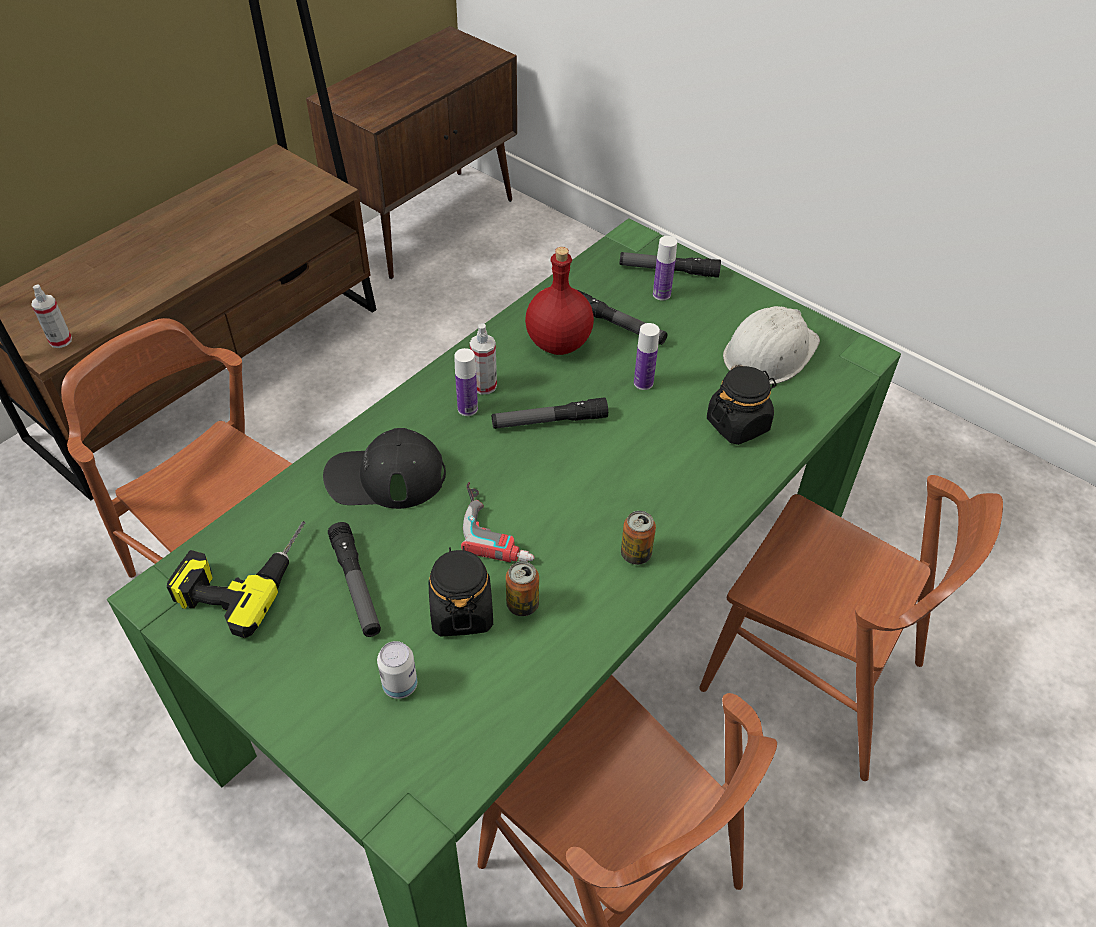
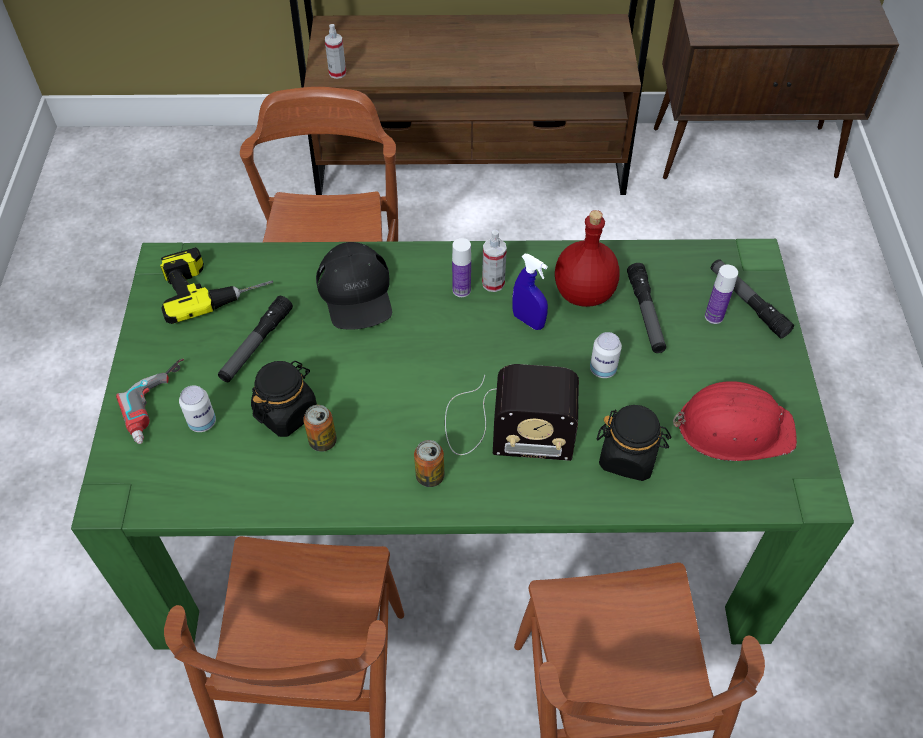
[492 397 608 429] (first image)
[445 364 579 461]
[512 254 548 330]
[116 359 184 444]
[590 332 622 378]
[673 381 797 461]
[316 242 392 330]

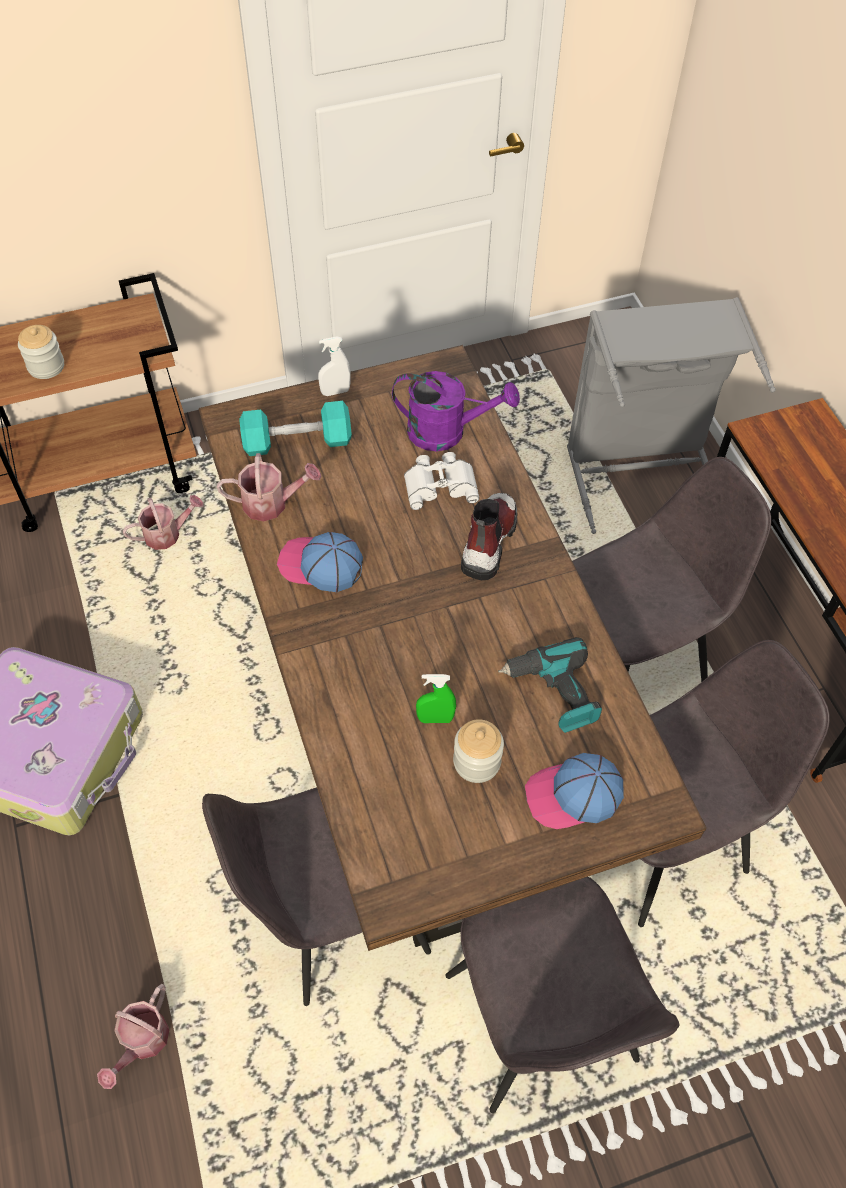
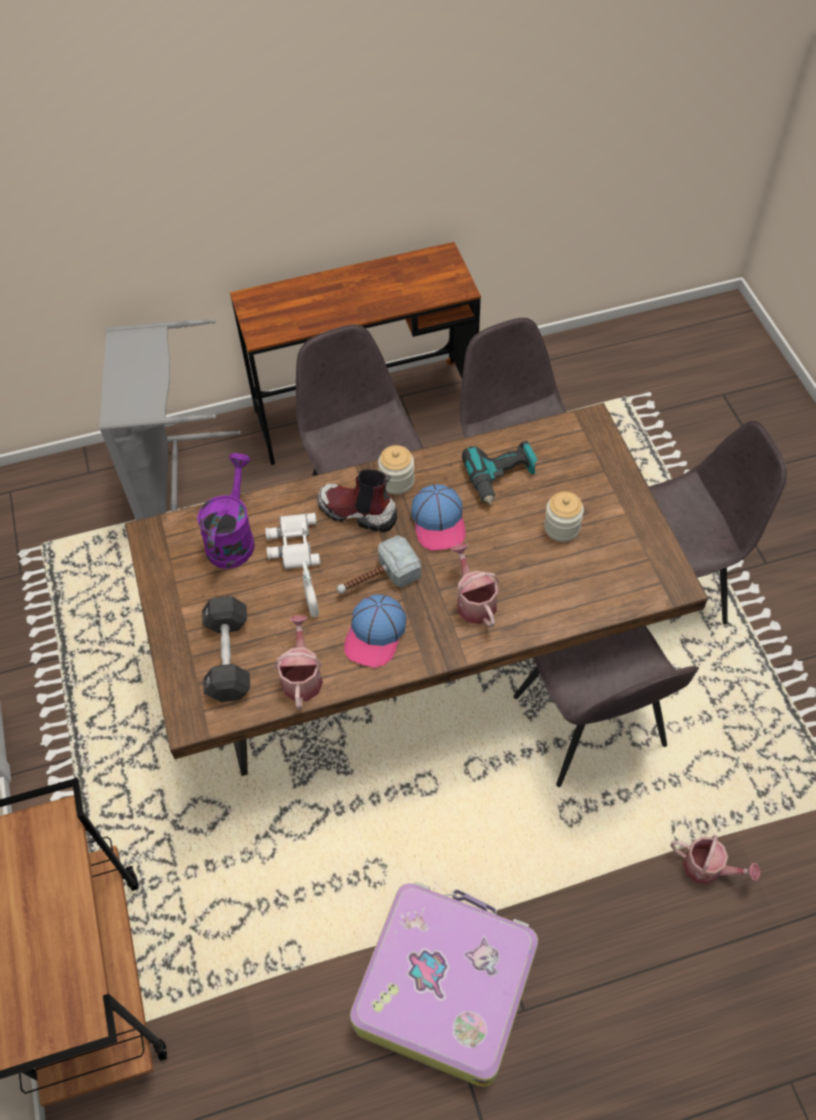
[416 674 456 723] (first image)
[337 535 421 593]
[378 445 415 495]
[451 544 499 627]
[302 562 319 617]
[411 484 466 551]
[202 596 250 702]

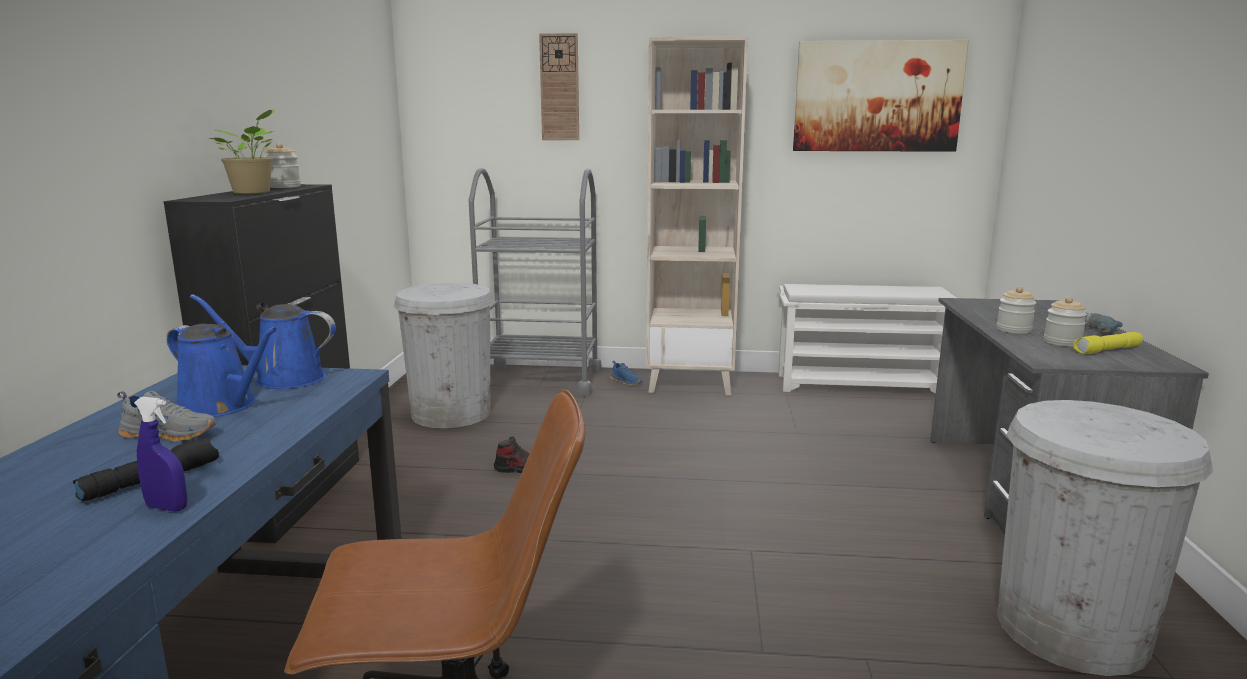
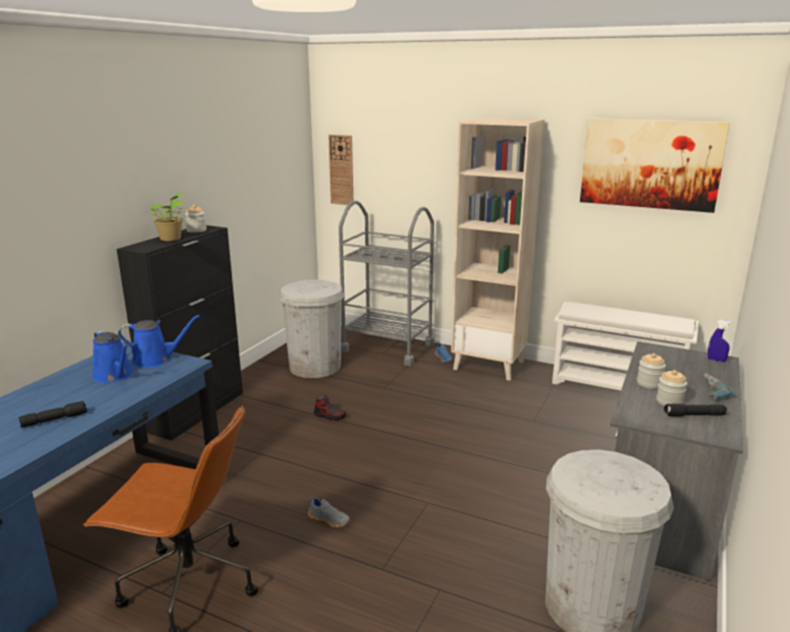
[308 496 350 528]
[708 320 732 362]
[328 135 353 206]
[664 403 727 417]
[118 315 200 368]

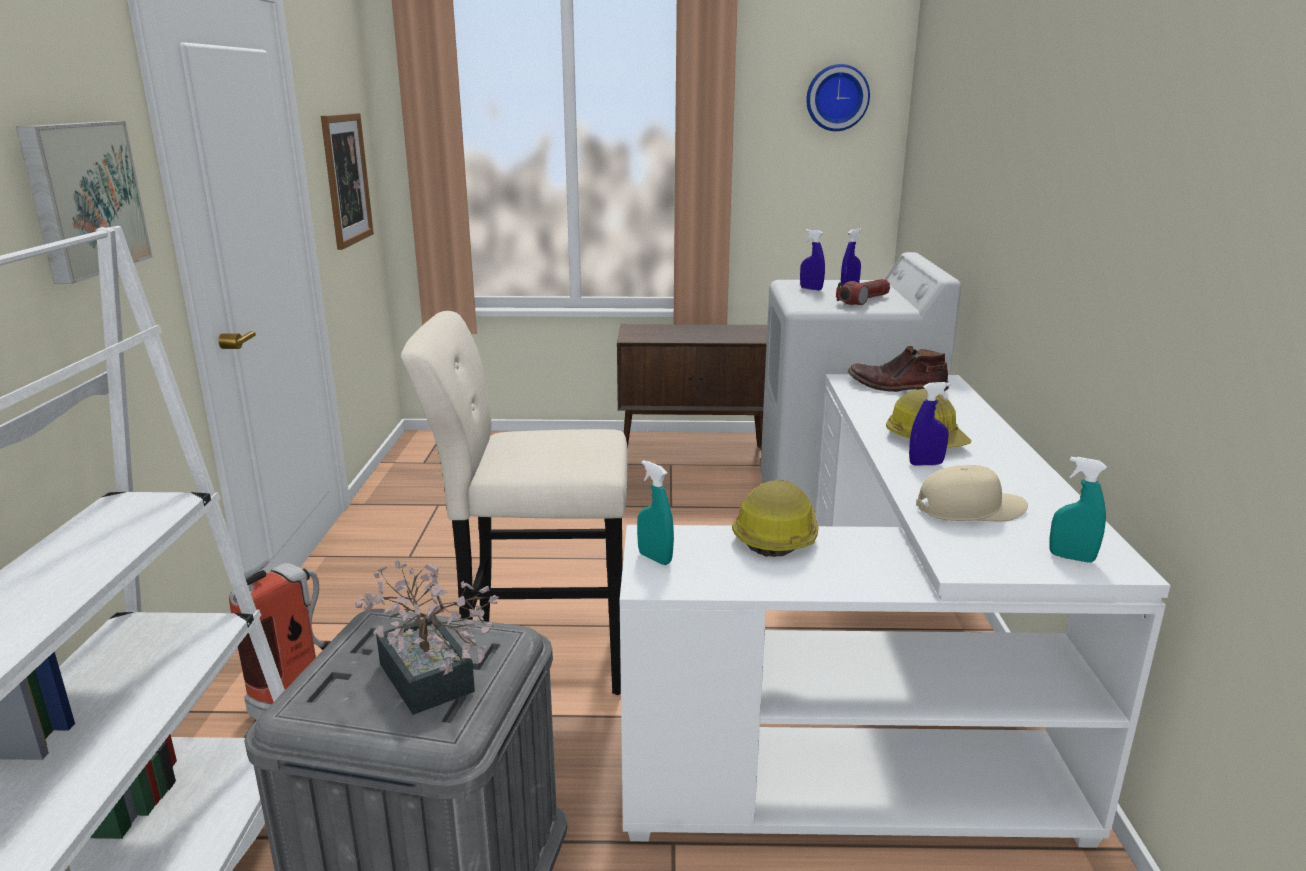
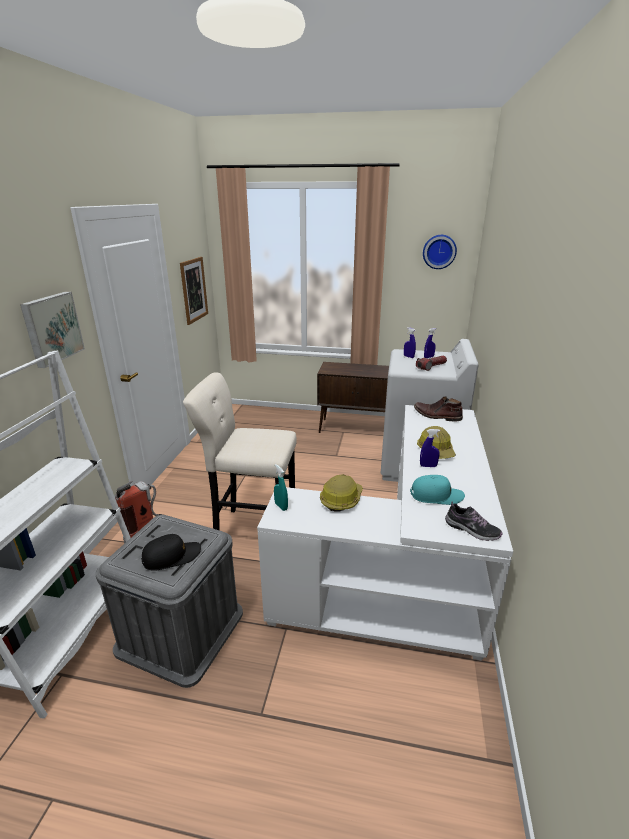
[141 534 201 571]
[445 501 502 541]
[410 475 465 505]

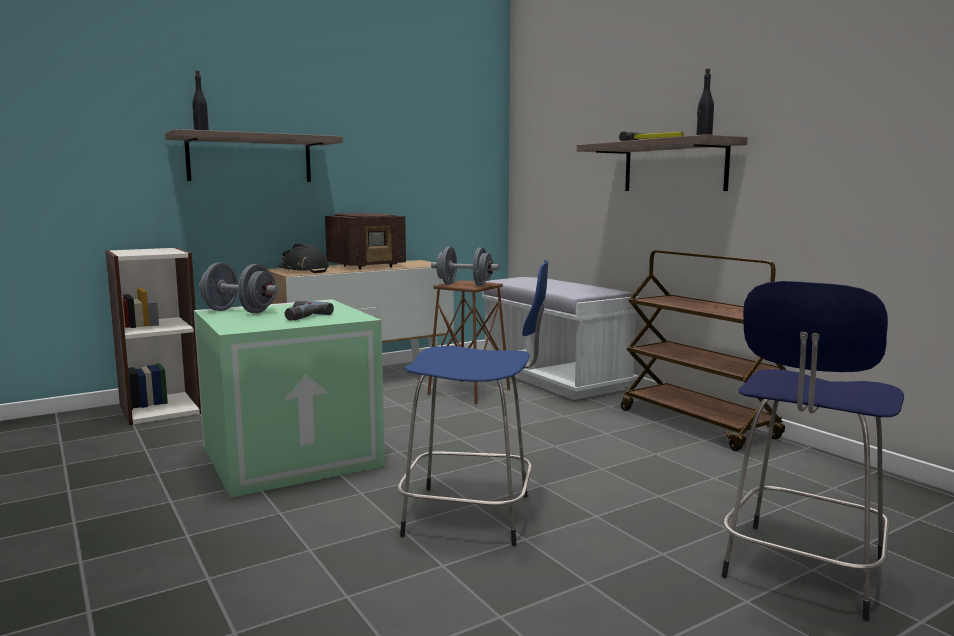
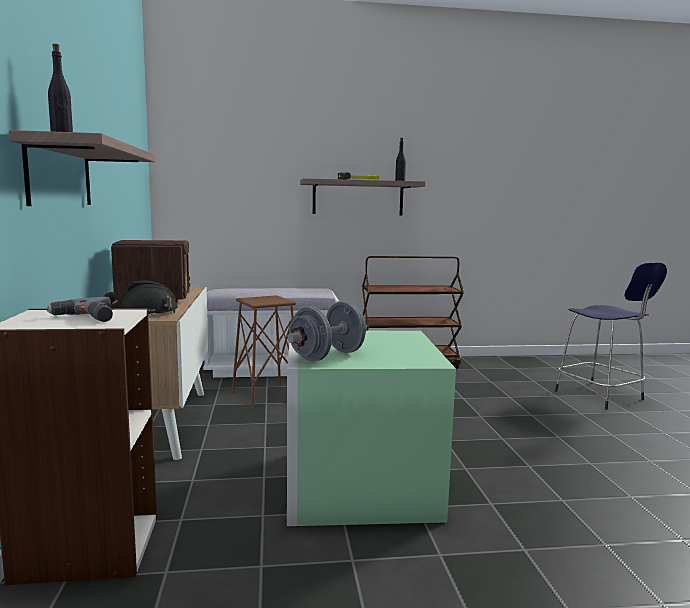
[397 260 548 546] (first image)
[431 247 499 286] (first image)
[46 297 113 322]

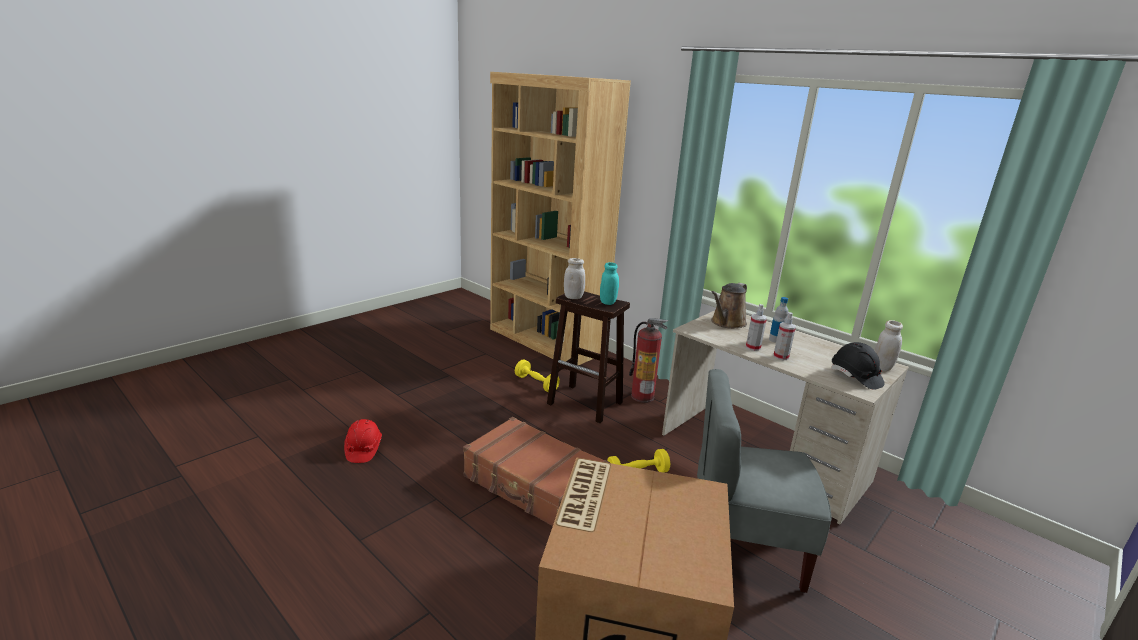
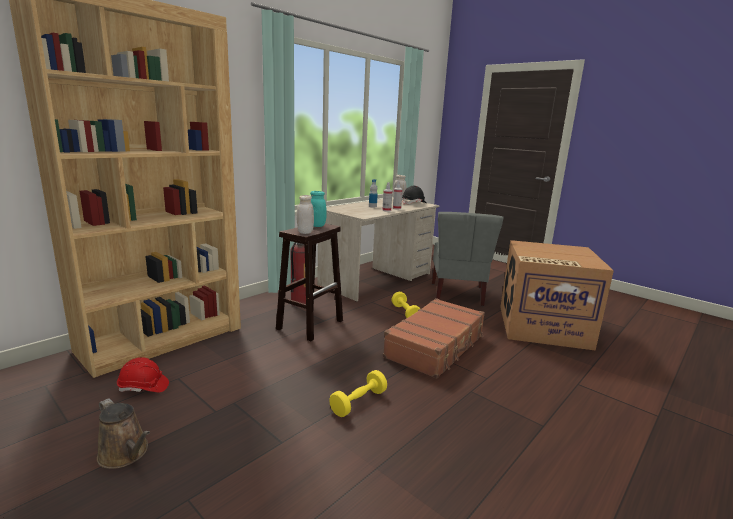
[117 357 169 392]
[329 370 387 417]
[97 398 150 469]

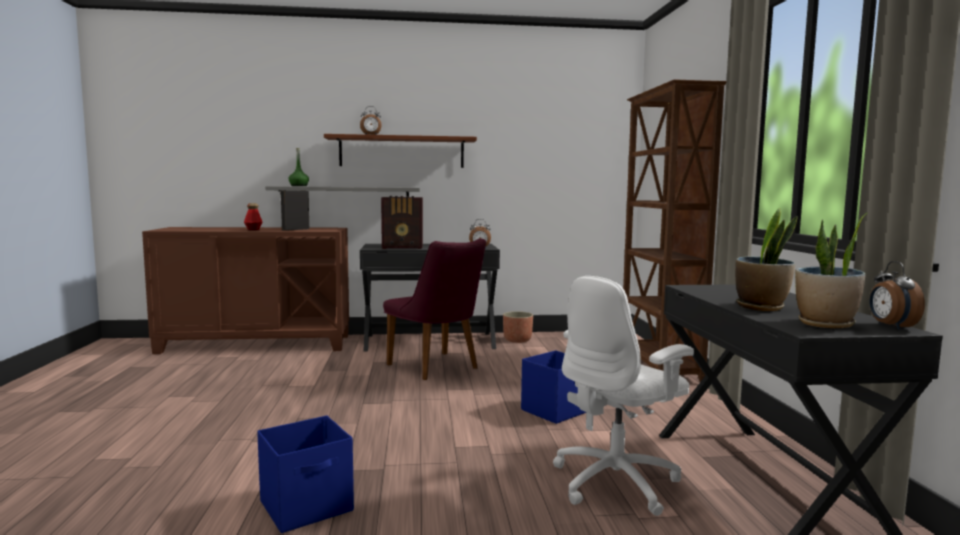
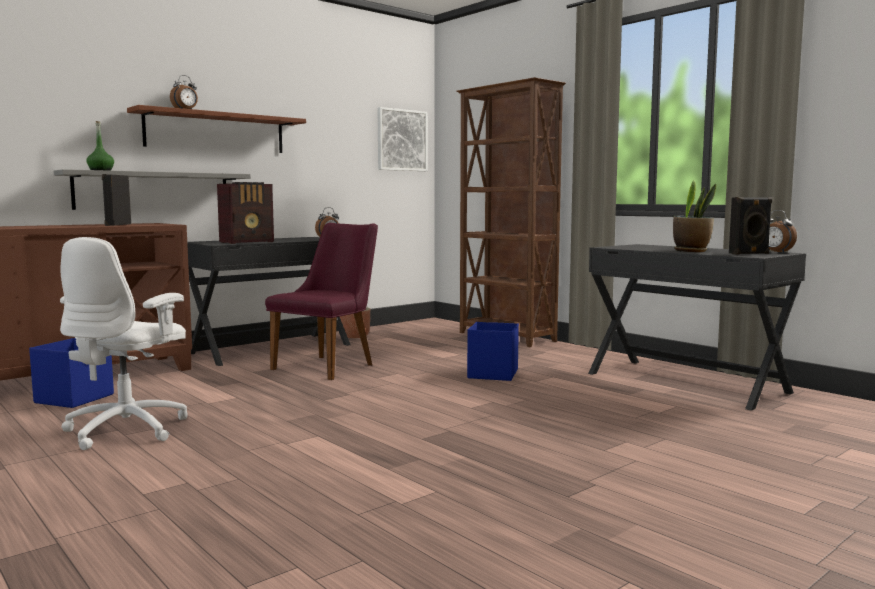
[244 203 262 230] (first image)
[378 107 427 171]
[29 338 114 408]
[60 237 188 450]
[729 197 772 255]
[265 223 378 380]

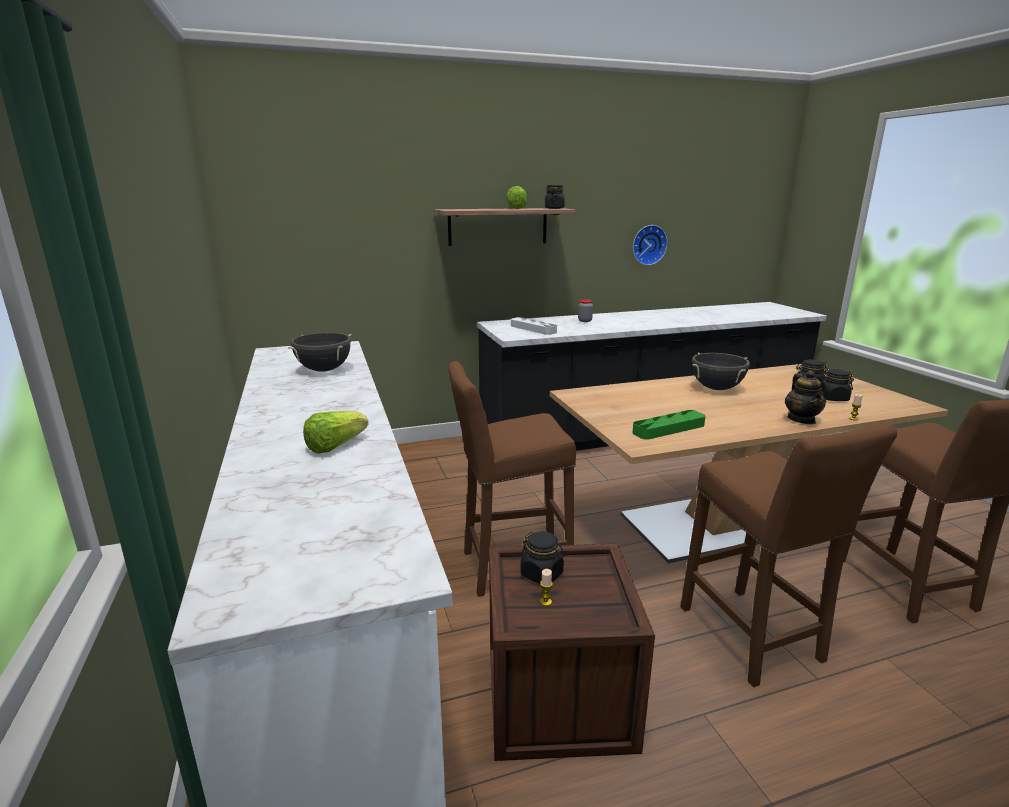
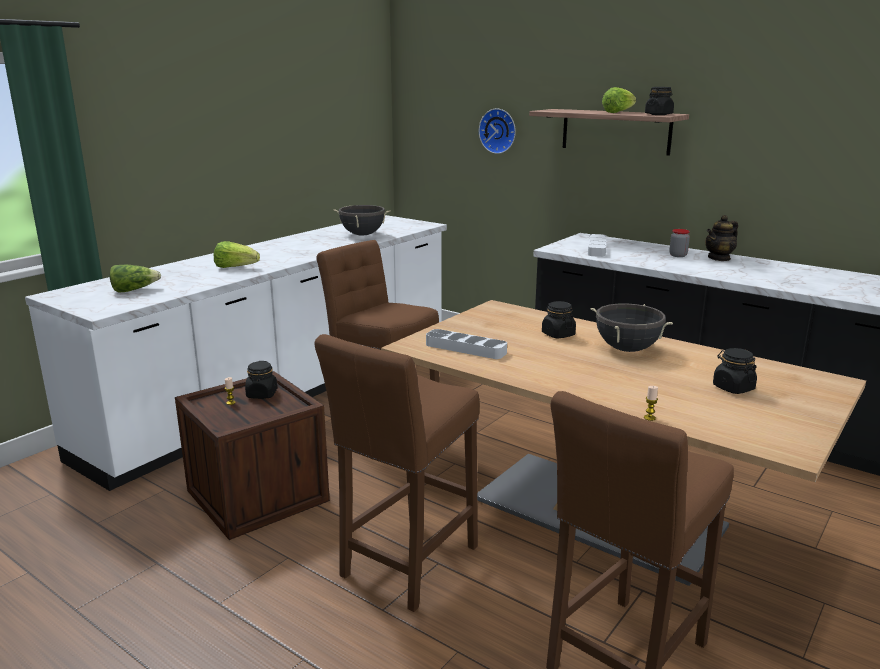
[110 265 161 292]
[479 109 516 154]
[705 215 738 261]
[542 301 576 338]
[426 329 507 359]

